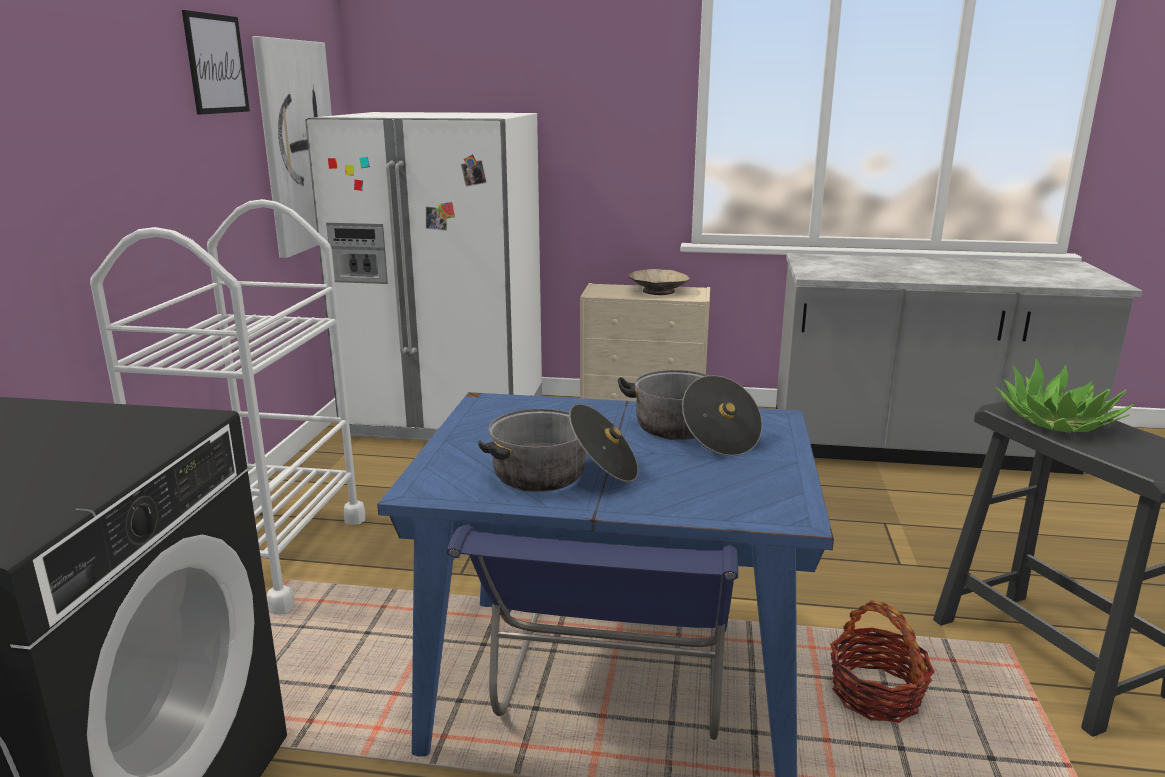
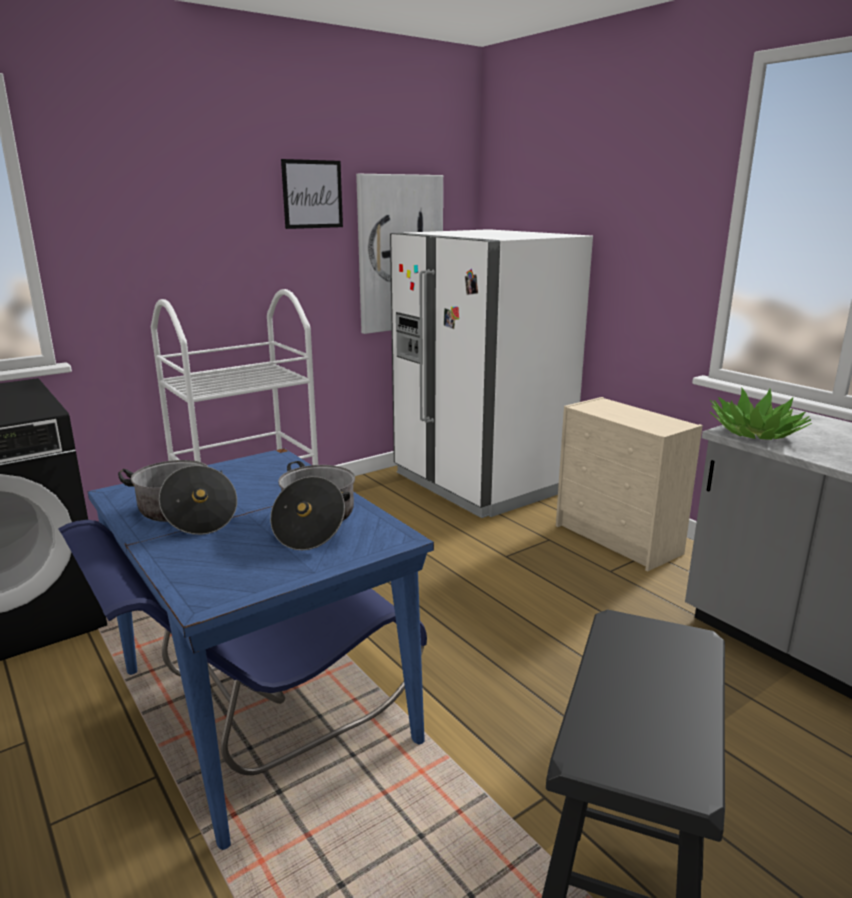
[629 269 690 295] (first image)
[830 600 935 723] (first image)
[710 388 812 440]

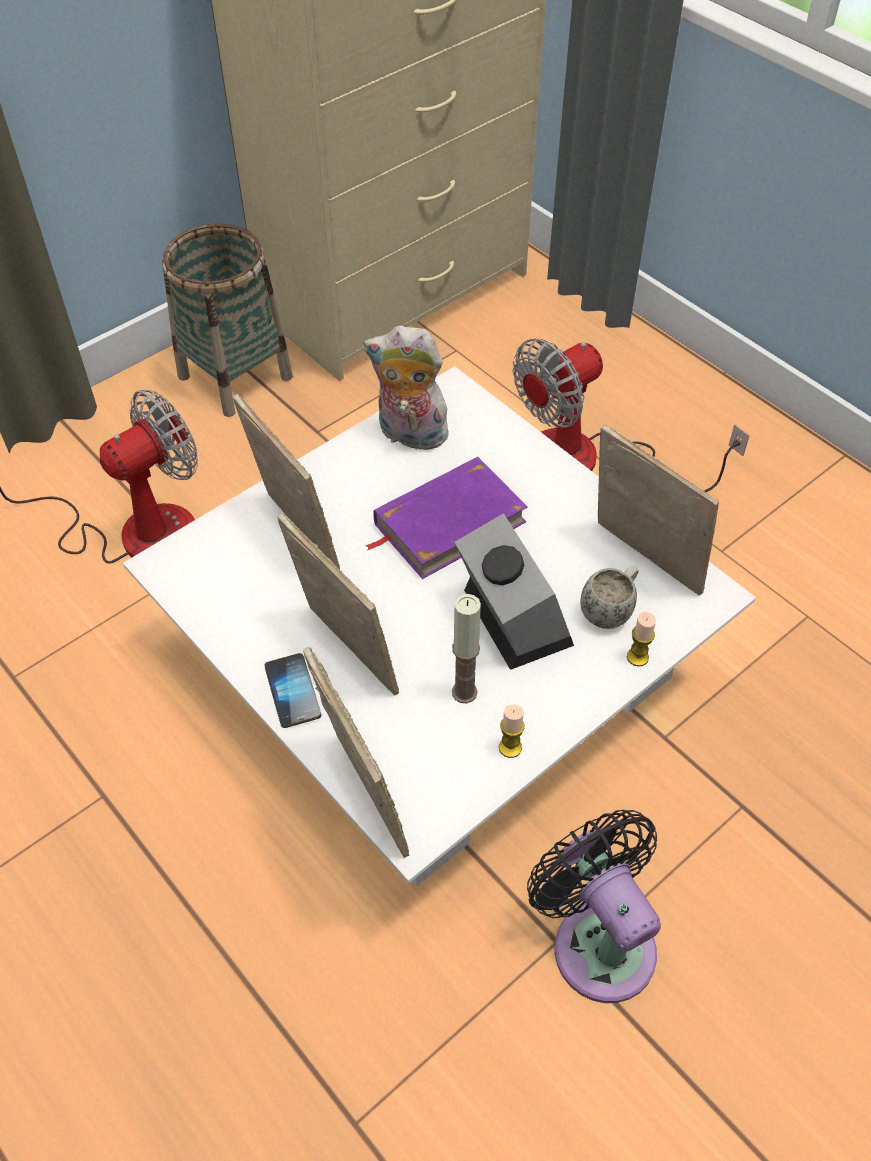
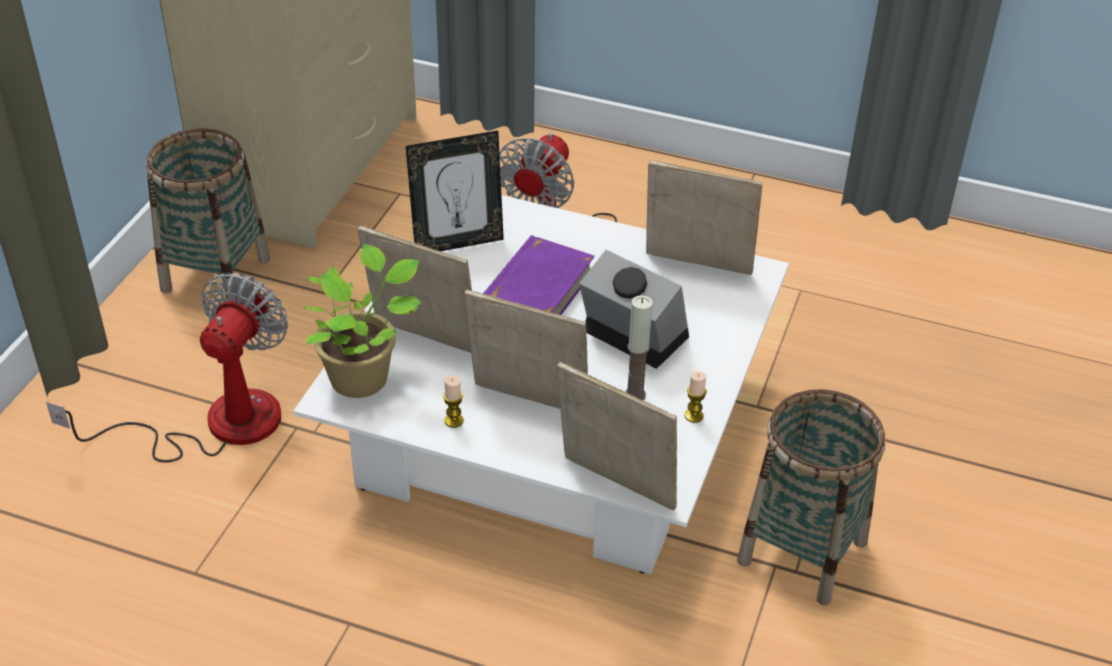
[265 653 322 728] (first image)
[580 565 639 629] (first image)
[303 244 422 398]
[443 375 464 428]
[406 131 504 251]
[737 389 885 606]

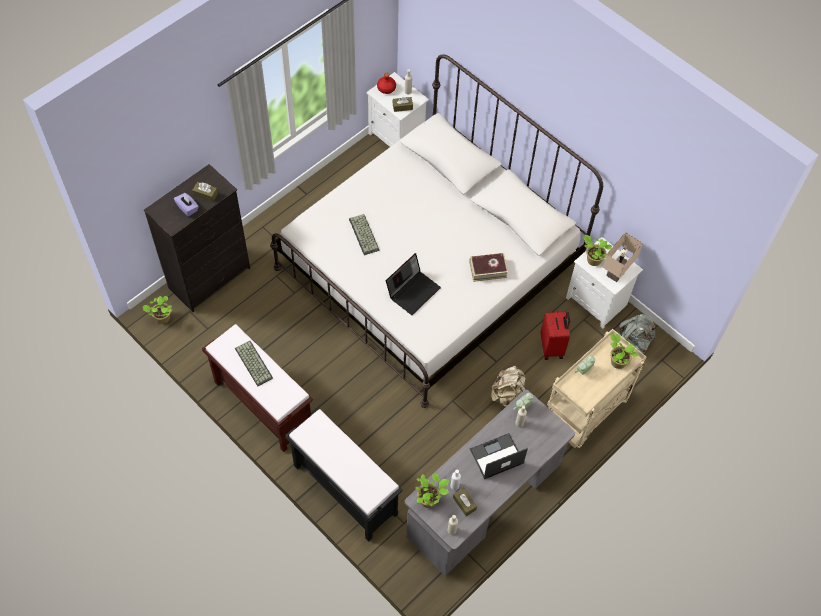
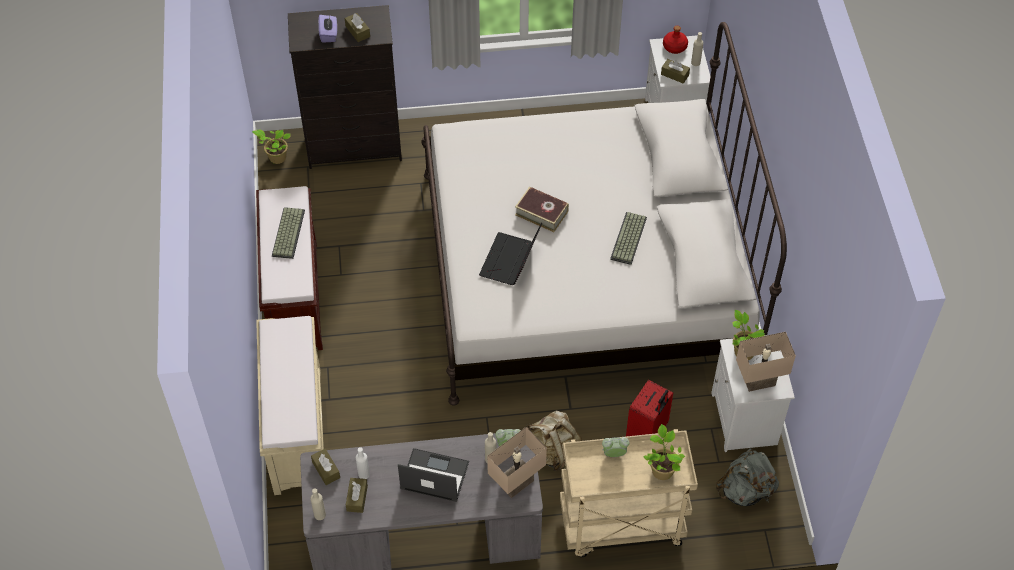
[487 427 547 498]
[610 212 647 265]
[515 186 569 232]
[311 449 340 485]
[256 316 324 495]
[479 222 542 285]

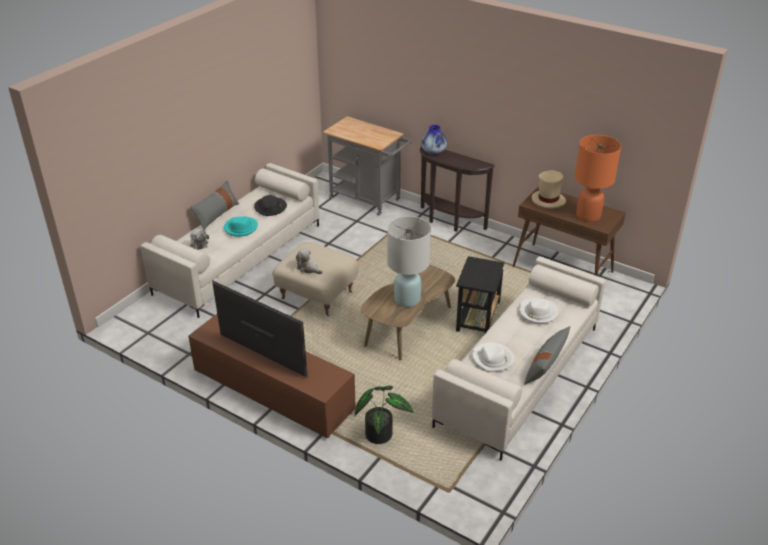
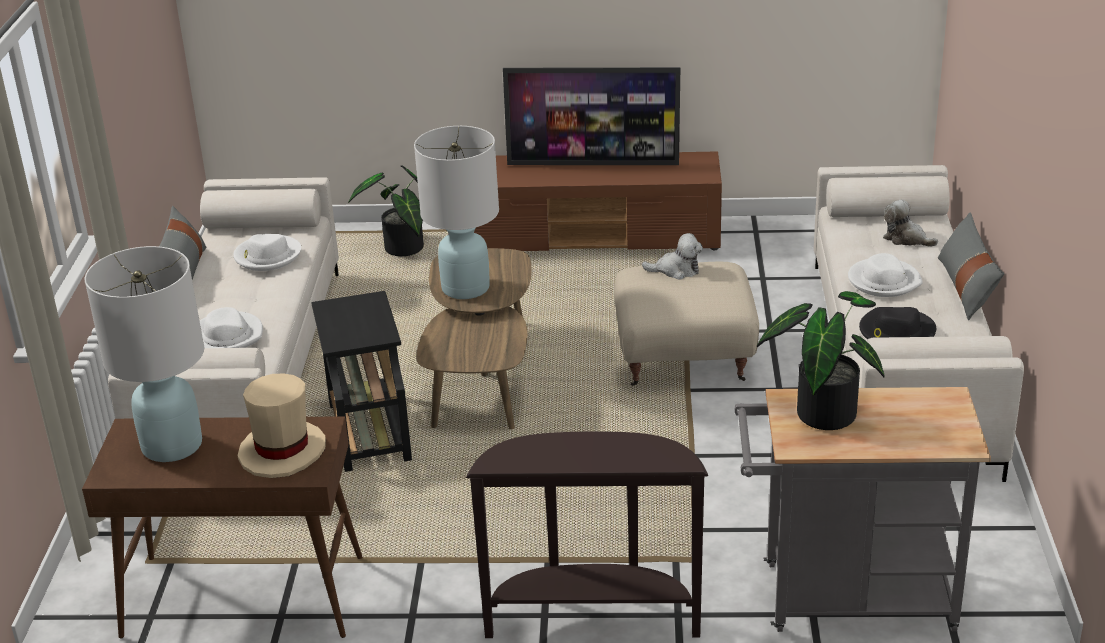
[421 125 447 155] (first image)
[757 291 885 430]
[848 253 923 297]
[85 246 204 462]

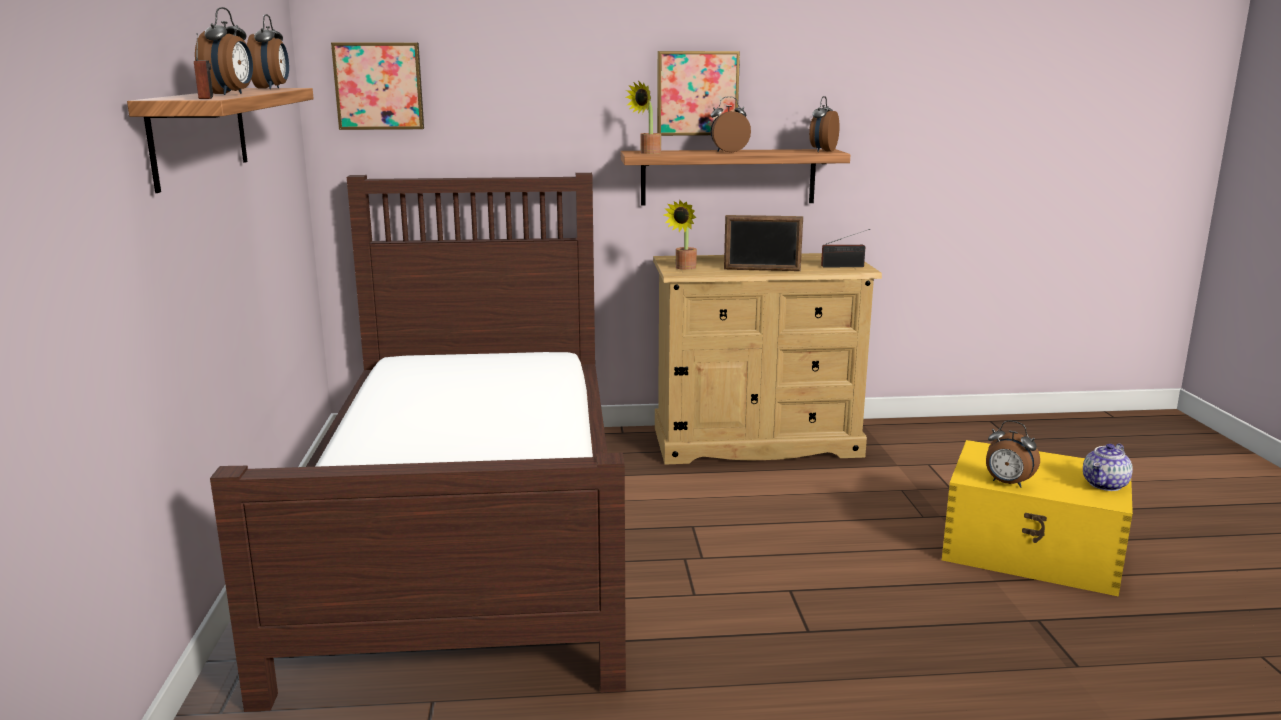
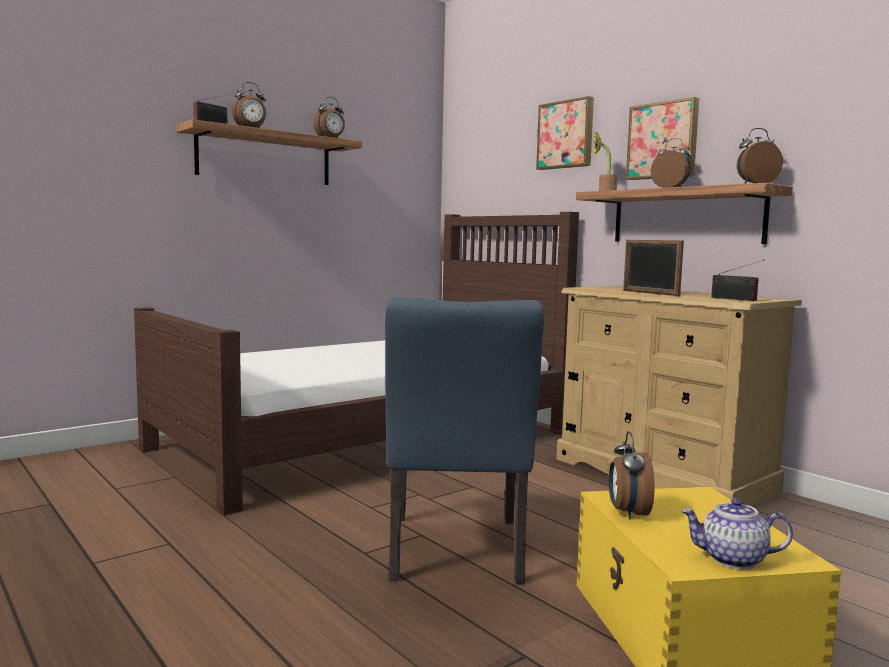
[664 200 697 270] (first image)
[385 297 544 584]
[536 96 594 170]

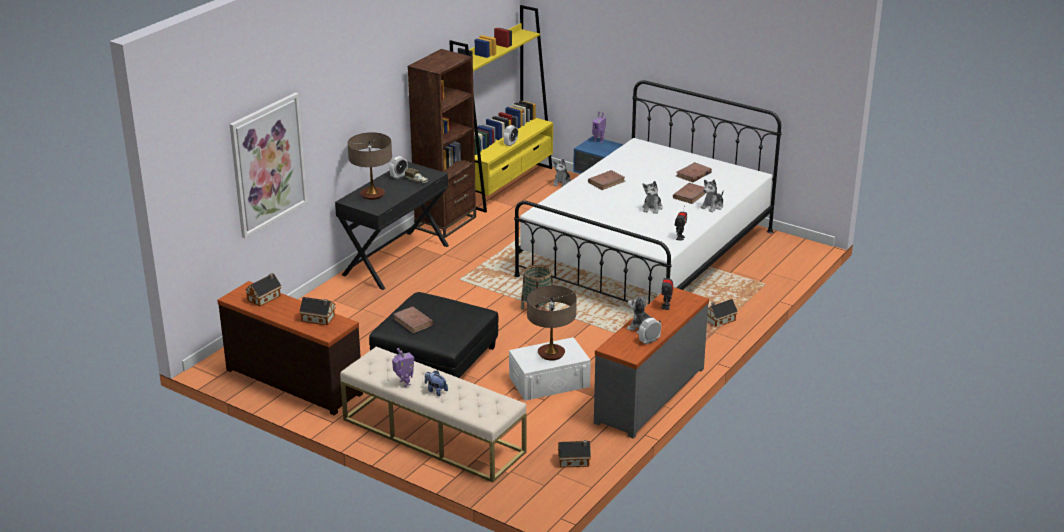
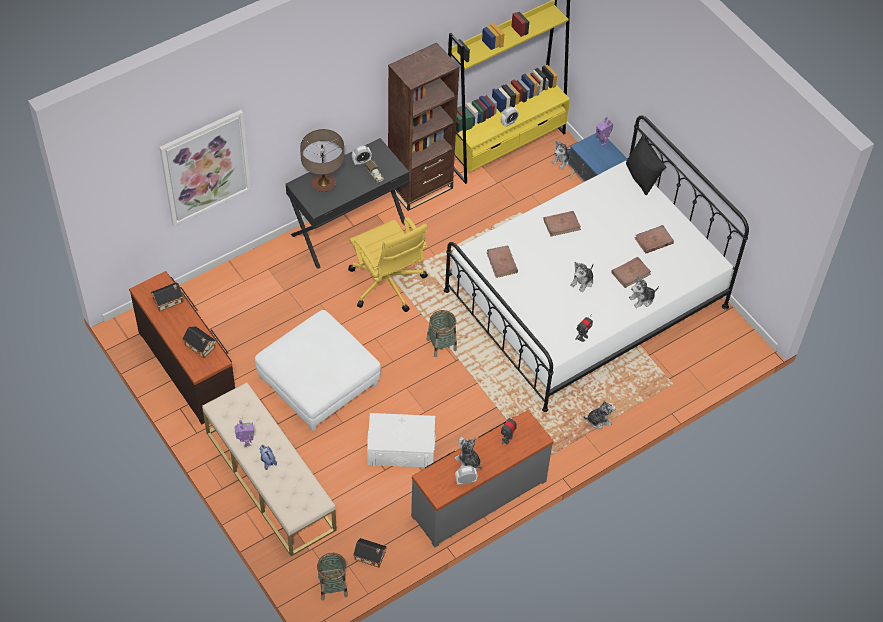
[527 285 577 361] (first image)
[317 553 348 600]
[348 217 428 312]
[626 135 666 195]
[487 245 518 278]
[583 401 616 429]
[255 310 381 431]

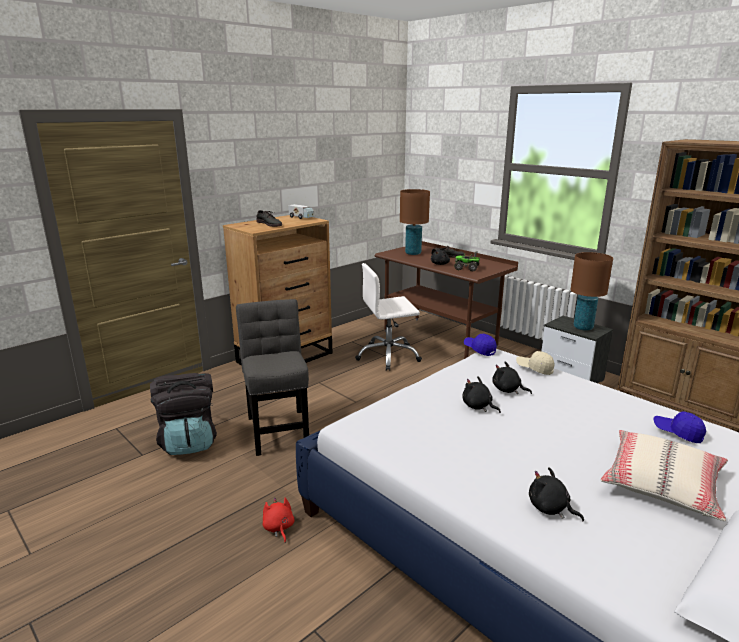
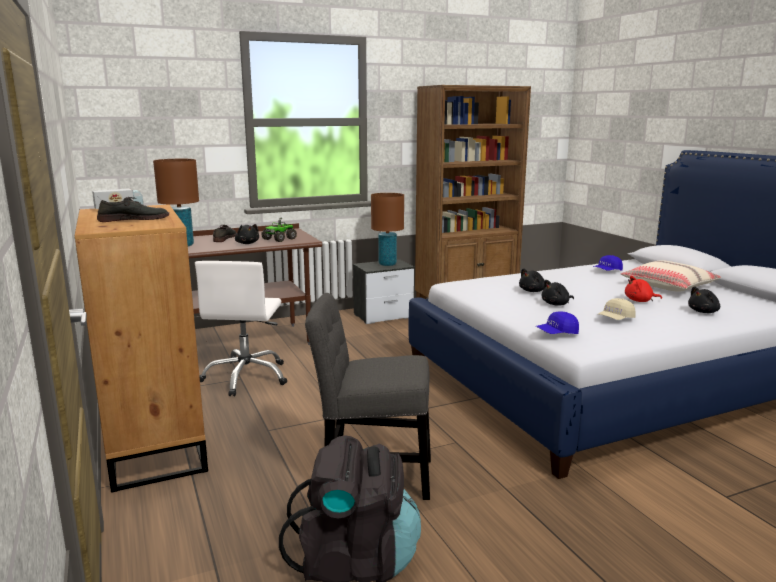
[625 276 662 302]
[536 311 579 334]
[598 298 635 320]

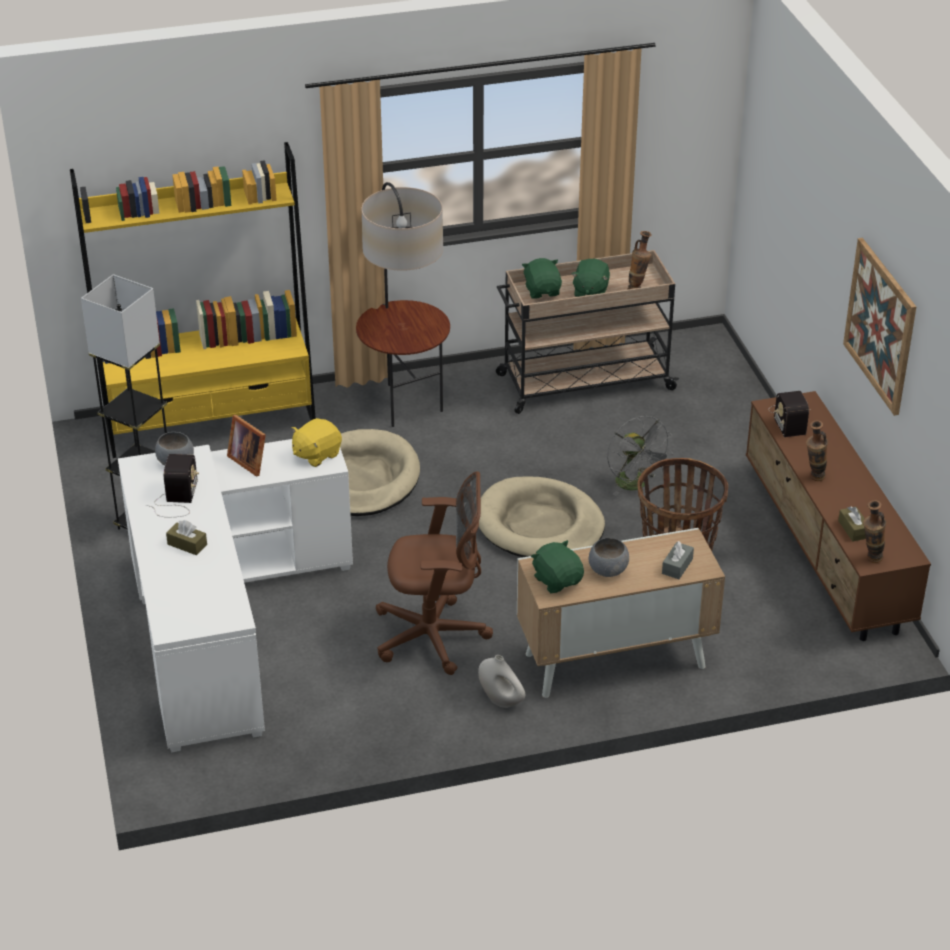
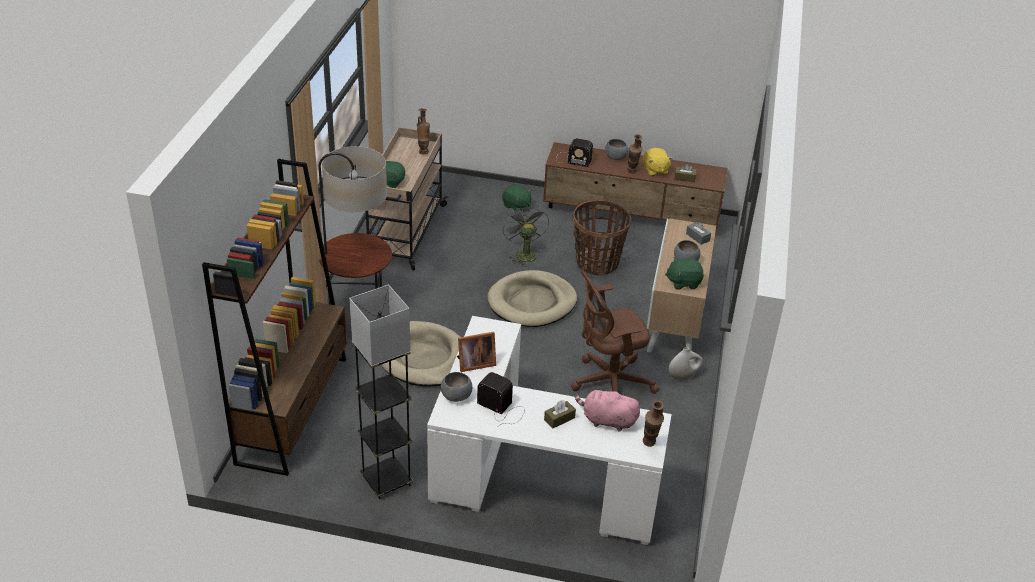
[843 238 916 416] (first image)
[575 388 640 432]
[605 139 628 160]
[643 148 673 176]
[502 185 532 211]
[643 400 664 447]
[202 159 347 476]
[571 271 660 394]
[502 203 549 267]

